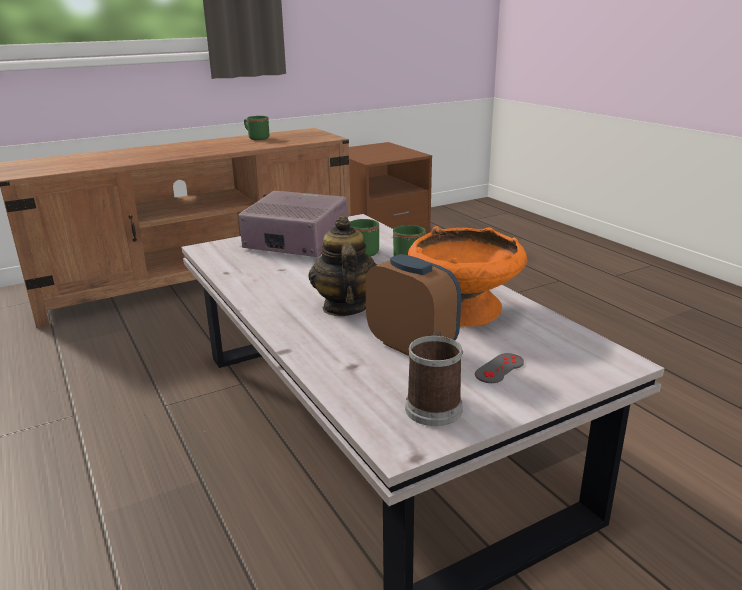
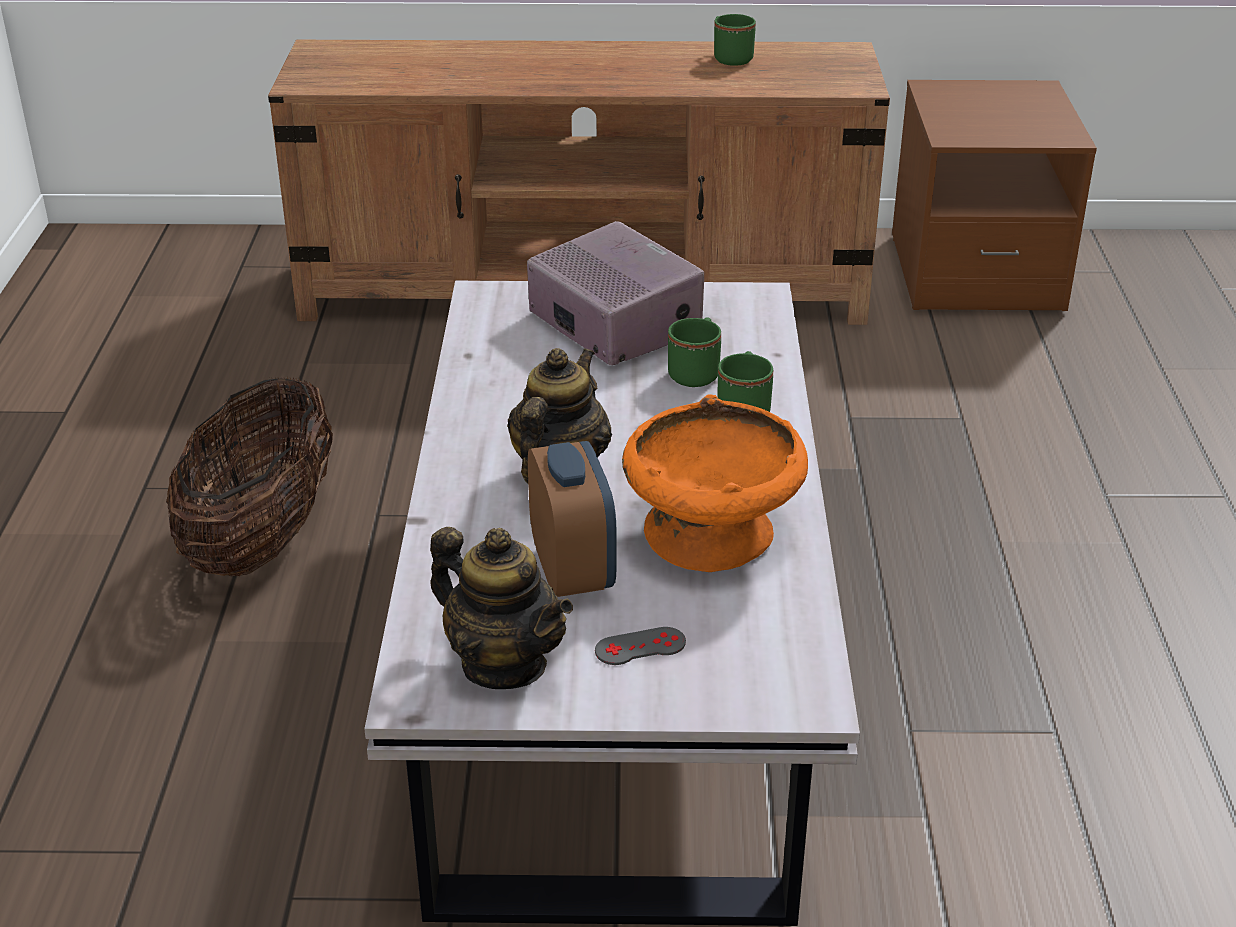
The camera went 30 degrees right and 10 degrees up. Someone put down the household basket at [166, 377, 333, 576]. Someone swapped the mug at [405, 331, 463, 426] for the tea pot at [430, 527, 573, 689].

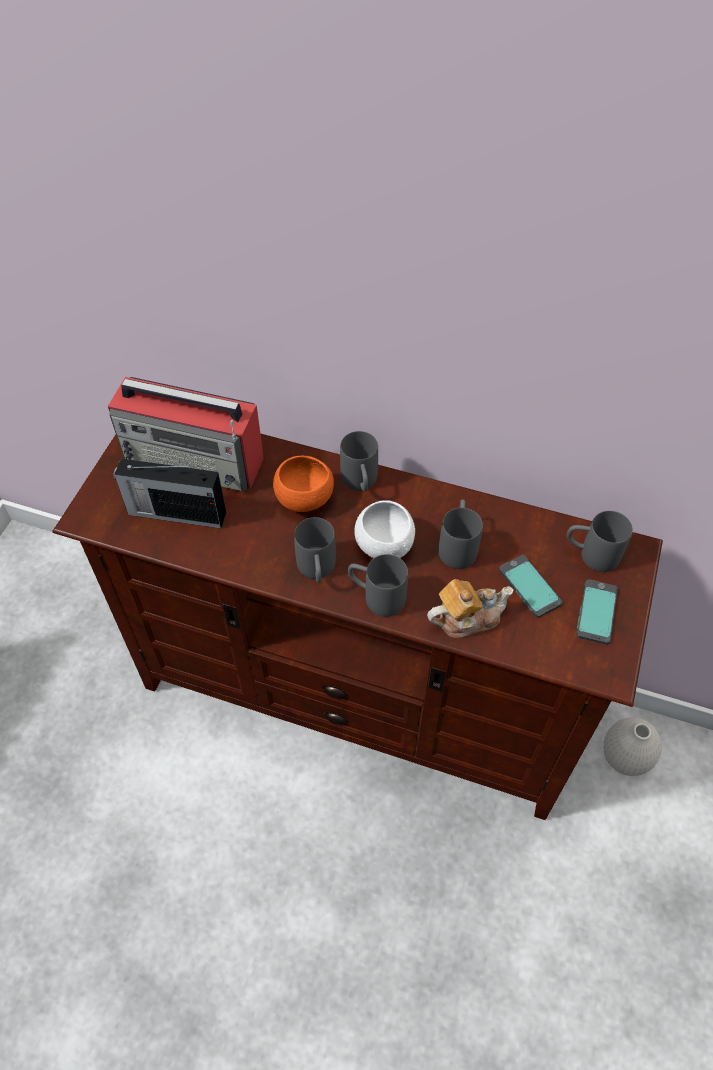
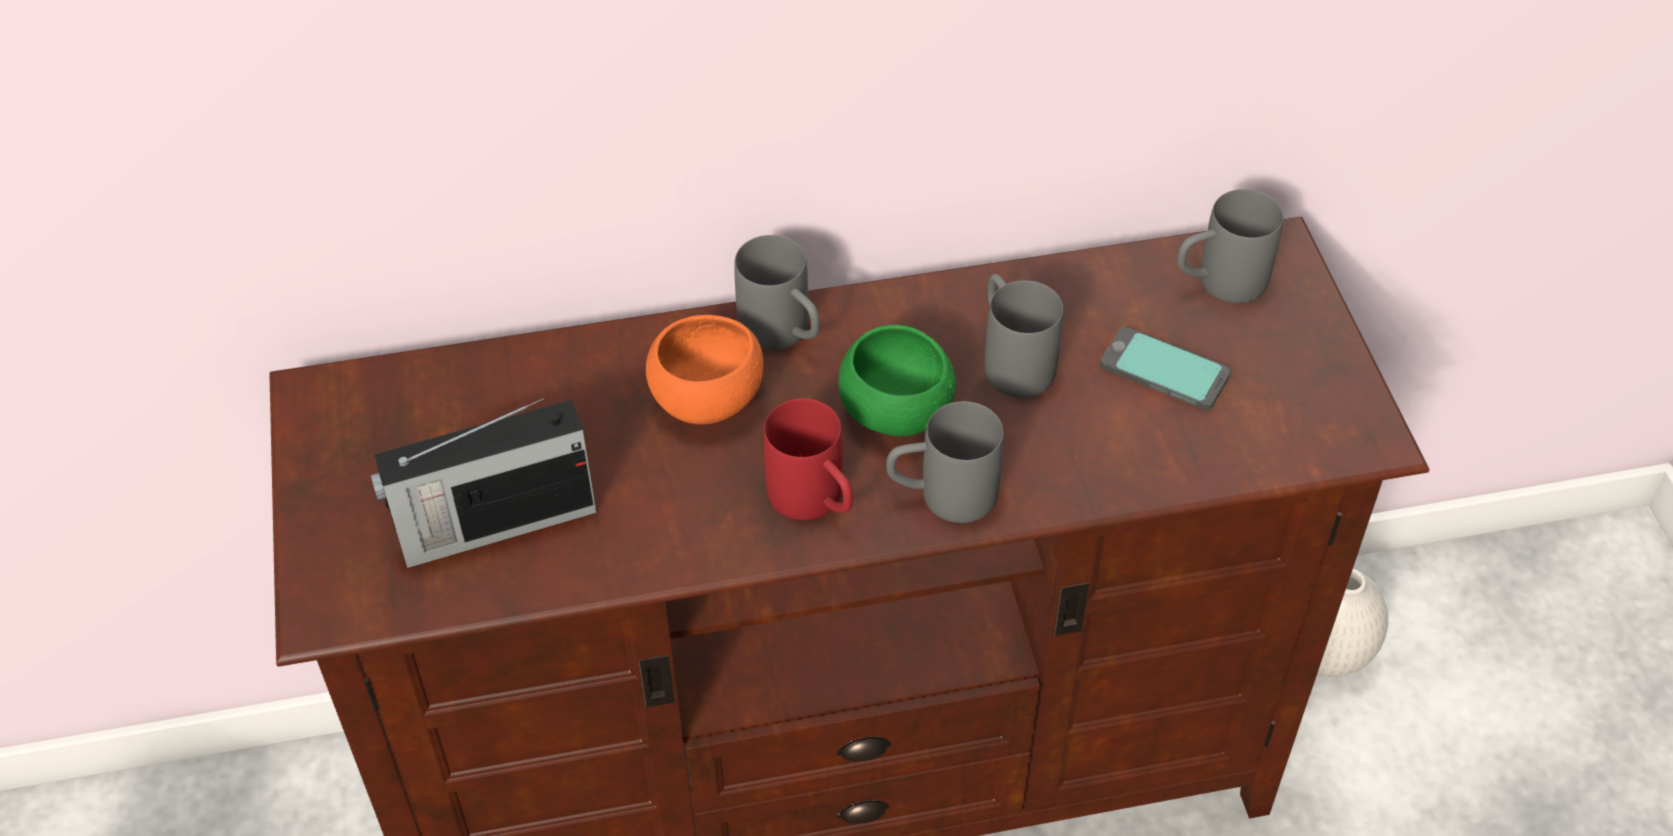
The camera went 30 degrees left and 5 degrees down. Someone repainted the greyish mug at [294, 517, 336, 583], which became the reddish mug at [764, 399, 853, 520]. Someone repainted the white-coloured deep dish at [354, 500, 415, 558], which became the green-coloured deep dish at [838, 325, 956, 436]. Someone took away the radio at [108, 377, 264, 492]. Someone took away the tea pot at [427, 579, 514, 638]. Someone took away the phone at [577, 579, 618, 645].

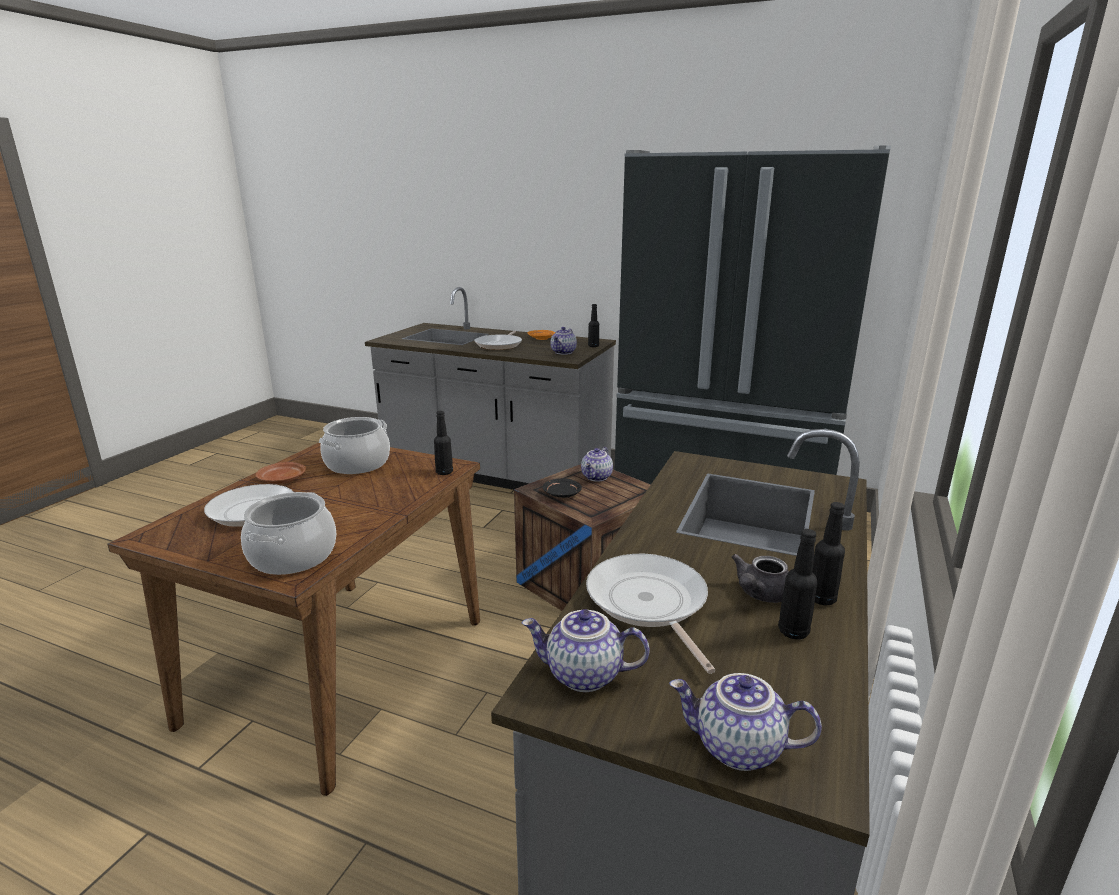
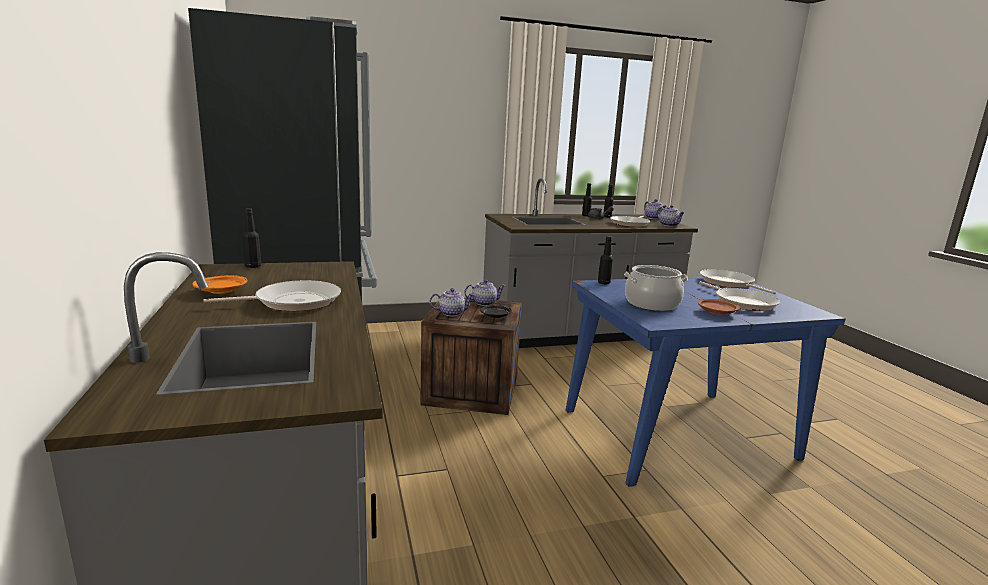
The camera went 130 degrees left and 5 degrees down. Someone carried the tea pot from [550, 327, 577, 355] to [464, 279, 506, 306]. Someone repainted the brown kitchen table at [107, 443, 480, 796], which became the blue-coloured kitchen table at [566, 277, 845, 486]. Someone swapped the stockpot at [241, 492, 336, 575] for the frying pan at [700, 269, 776, 294].

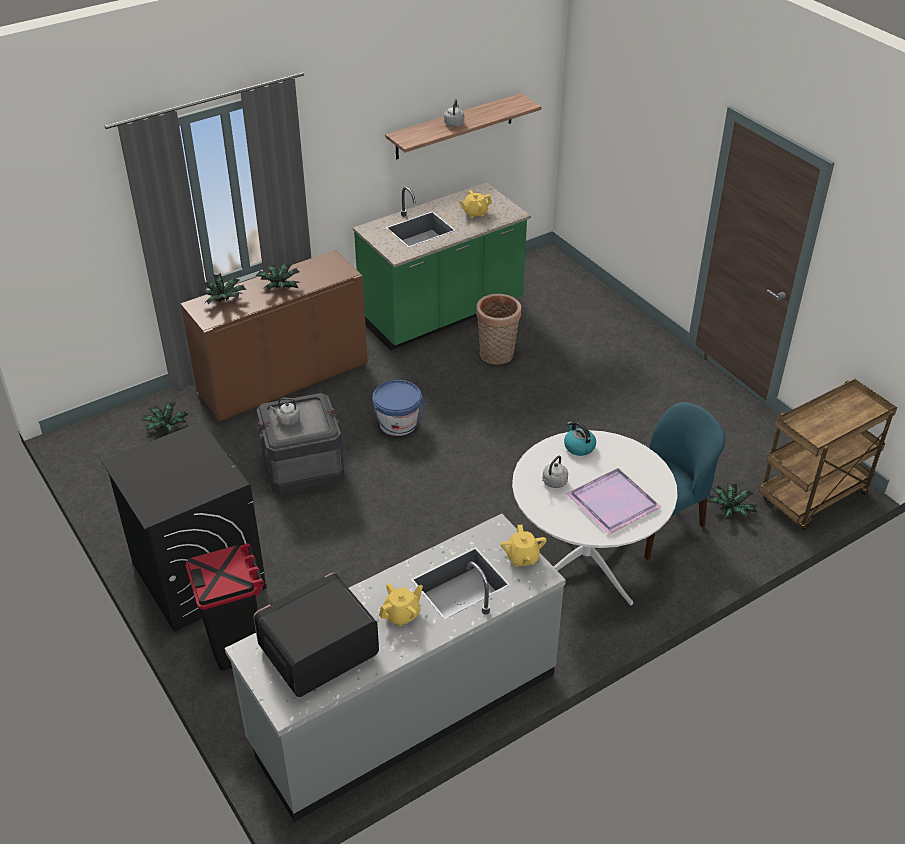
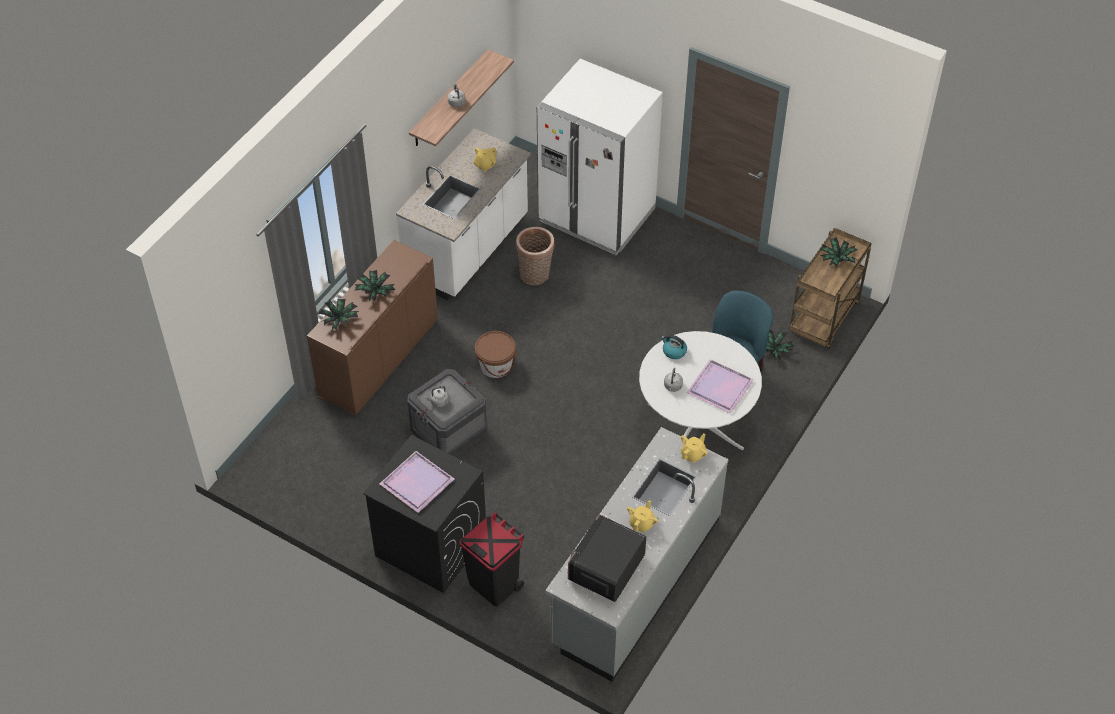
The camera went 25 degrees left and 10 degrees up. Someone put down the purple-coloured tray at [380, 451, 454, 513]. Someone repainted the green-coloured kitchen base unit at [353, 182, 531, 351], which became the white-coloured kitchen base unit at [396, 128, 531, 300]. Someone repainted the blue-coloured bucket at [372, 380, 425, 436], which became the brown bucket at [475, 331, 516, 378]. Someone put down the white-coloured refrigerator at [537, 59, 663, 255]. Someone rotated the yellowish tea pot at [501, 525, 547, 566] by 105 degrees counterclockwise. Someone carried the houseplant from [141, 402, 189, 434] to [819, 237, 858, 267].

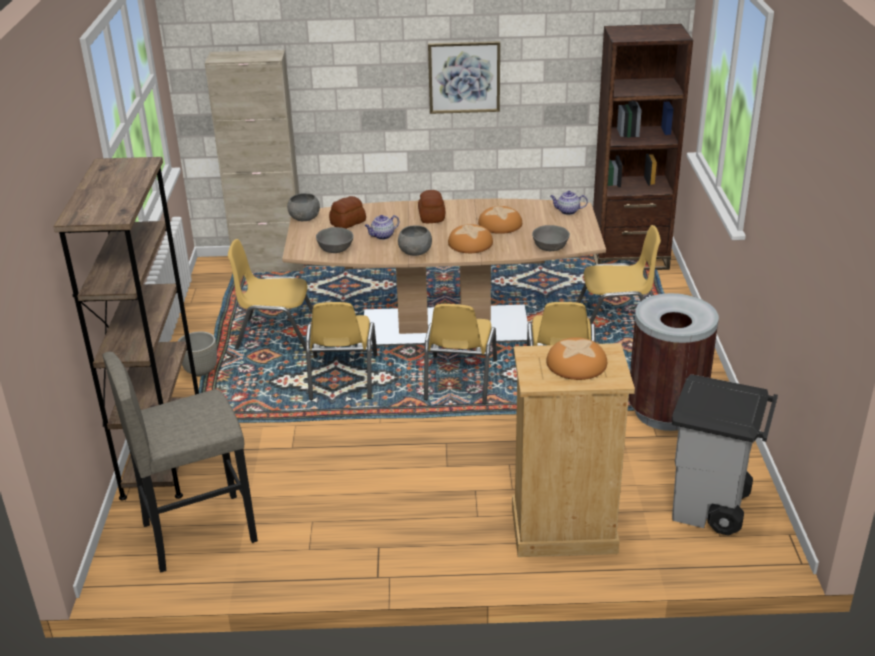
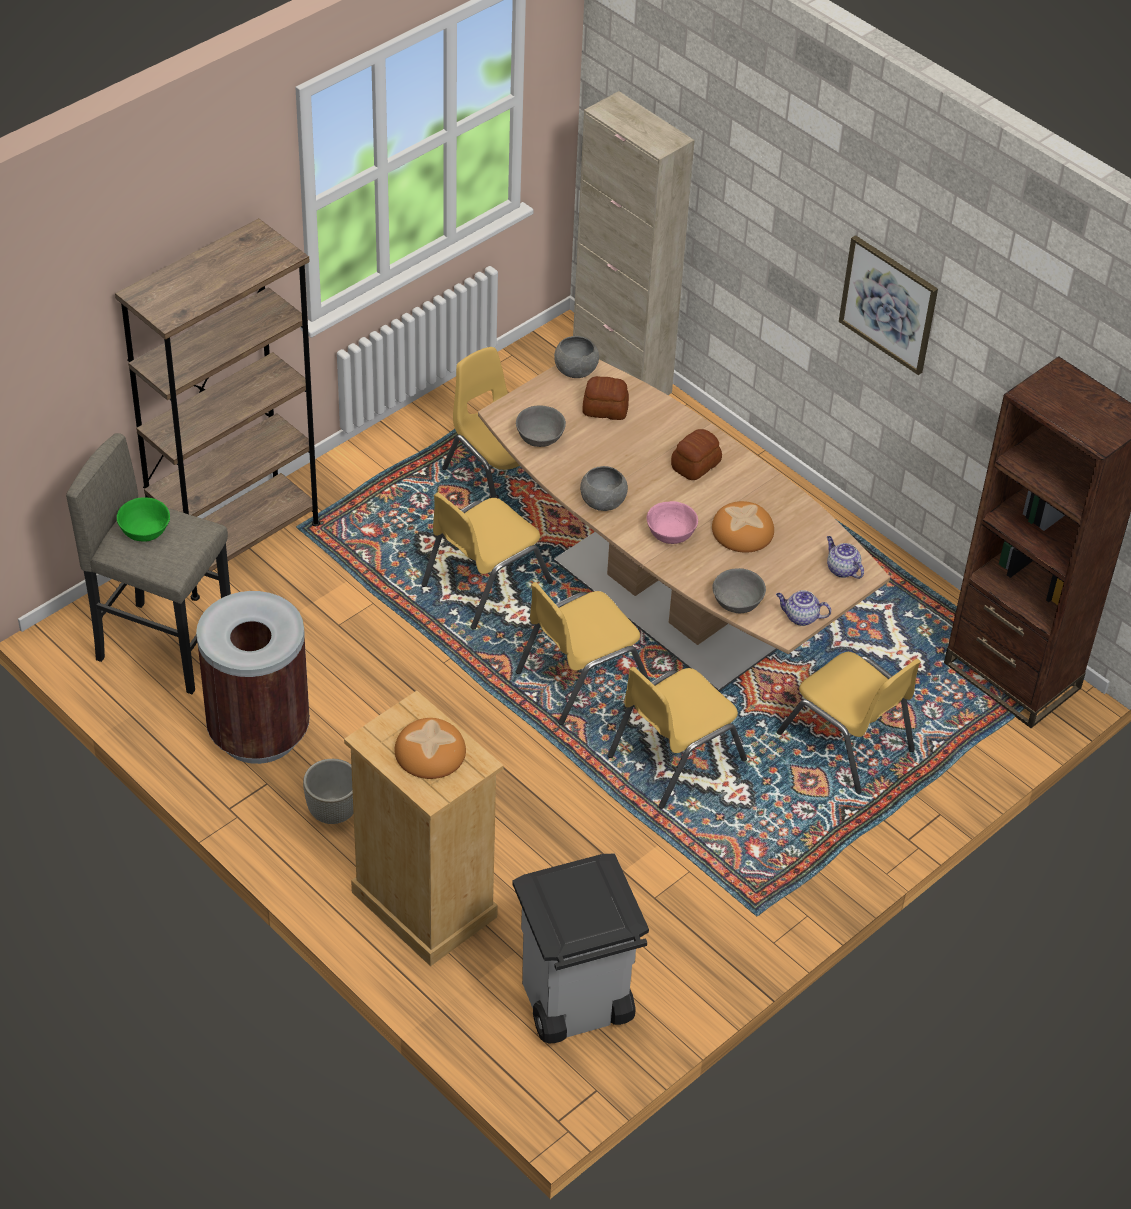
The camera went 45 degrees right and 15 degrees up. Someone put down the green-coloured deep dish at [117, 497, 170, 542]. Someone carried the brown rubbish bin from [629, 293, 719, 431] to [196, 591, 310, 764]. Someone carried the greyish planter from [177, 331, 217, 376] to [303, 759, 354, 824]. Someone swapped the bakery bread at [448, 224, 493, 253] for the pink deep dish at [647, 501, 698, 544]. Someone carried the tea pot from [365, 215, 399, 240] to [776, 590, 831, 626].

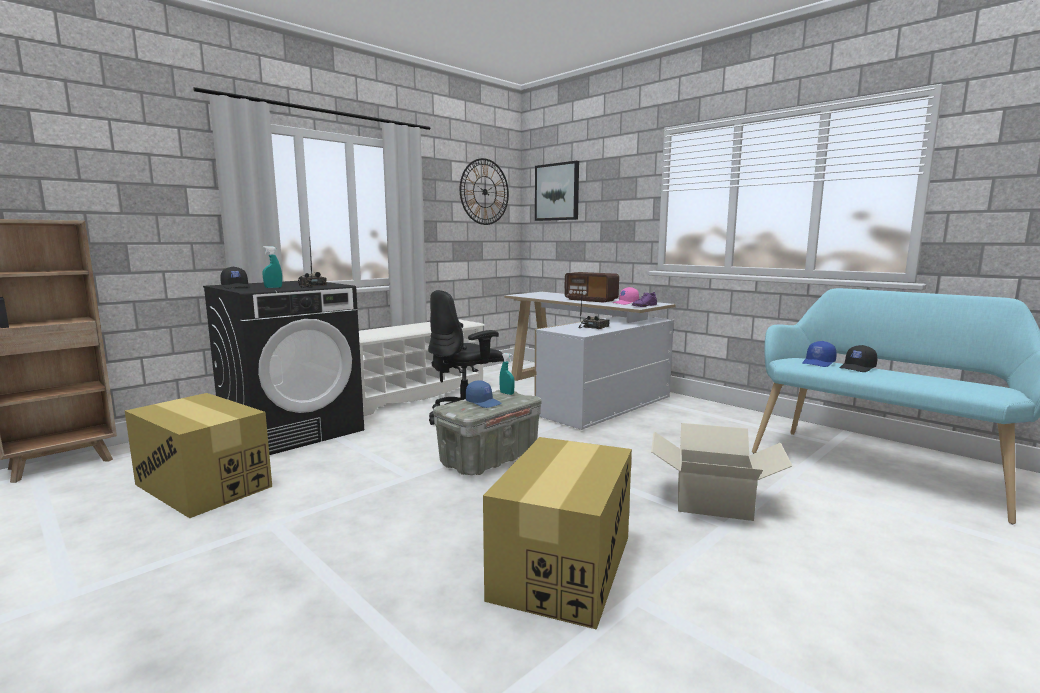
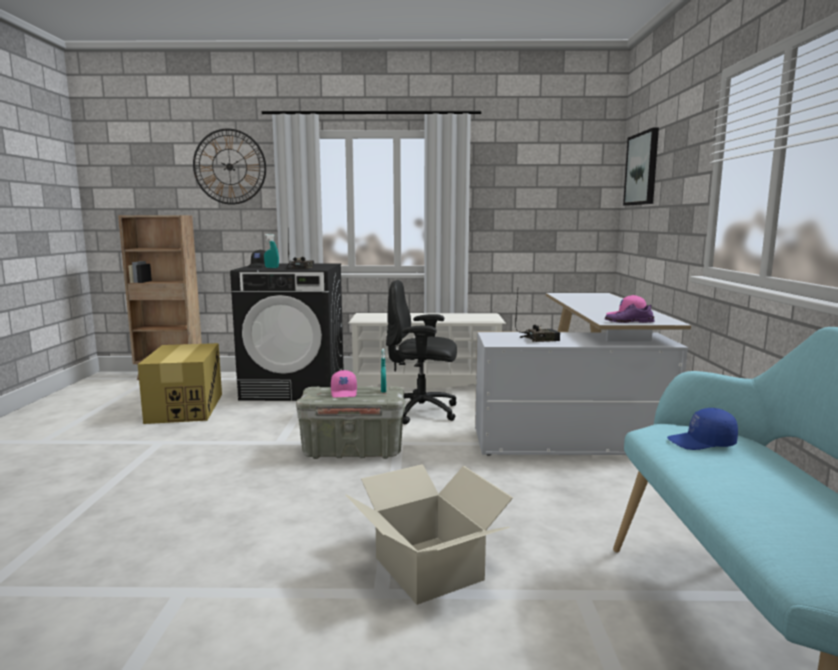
The camera went 45 degrees right and 0 degrees up. Someone carried the wall clock from [460, 158, 509, 225] to [193, 128, 266, 205]. Someone repainted the blue-coloured baseball cap at [466, 380, 502, 408], which became the pink baseball cap at [331, 370, 357, 398]. Someone took away the carton at [483, 437, 632, 630]. Someone took away the radio at [564, 272, 619, 303]. Someone took away the black-coloured baseball cap at [840, 345, 877, 372].

